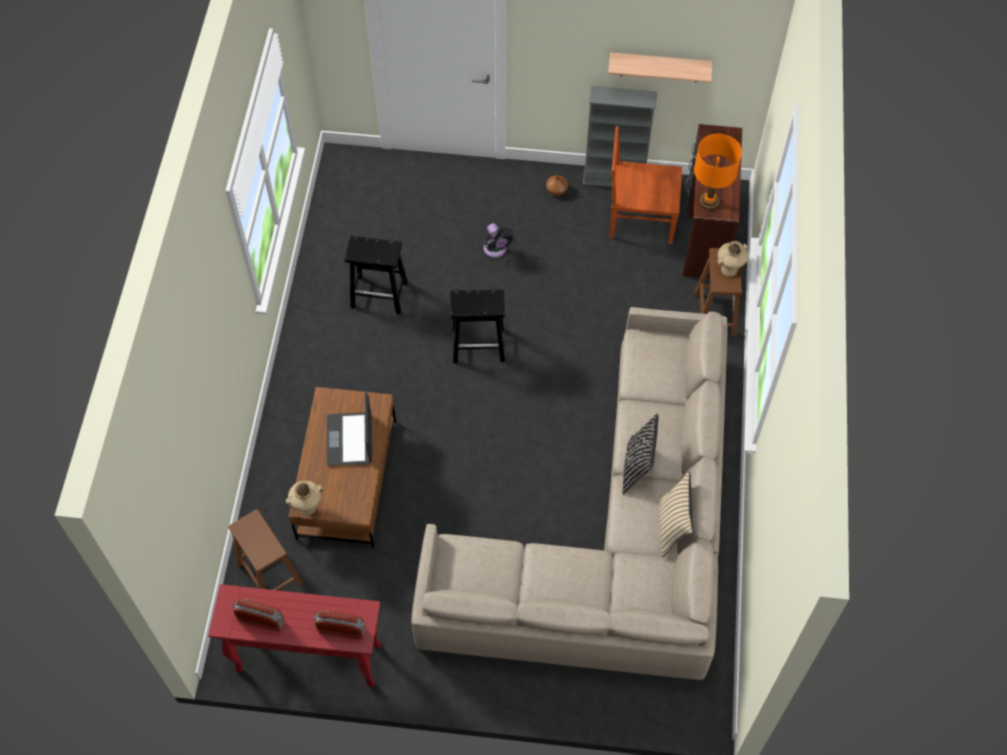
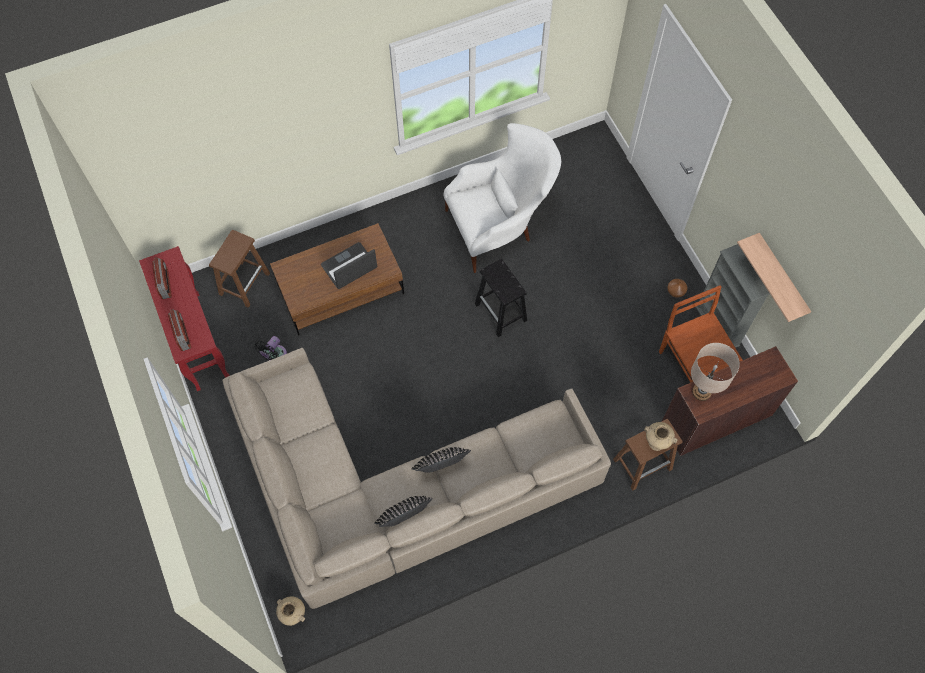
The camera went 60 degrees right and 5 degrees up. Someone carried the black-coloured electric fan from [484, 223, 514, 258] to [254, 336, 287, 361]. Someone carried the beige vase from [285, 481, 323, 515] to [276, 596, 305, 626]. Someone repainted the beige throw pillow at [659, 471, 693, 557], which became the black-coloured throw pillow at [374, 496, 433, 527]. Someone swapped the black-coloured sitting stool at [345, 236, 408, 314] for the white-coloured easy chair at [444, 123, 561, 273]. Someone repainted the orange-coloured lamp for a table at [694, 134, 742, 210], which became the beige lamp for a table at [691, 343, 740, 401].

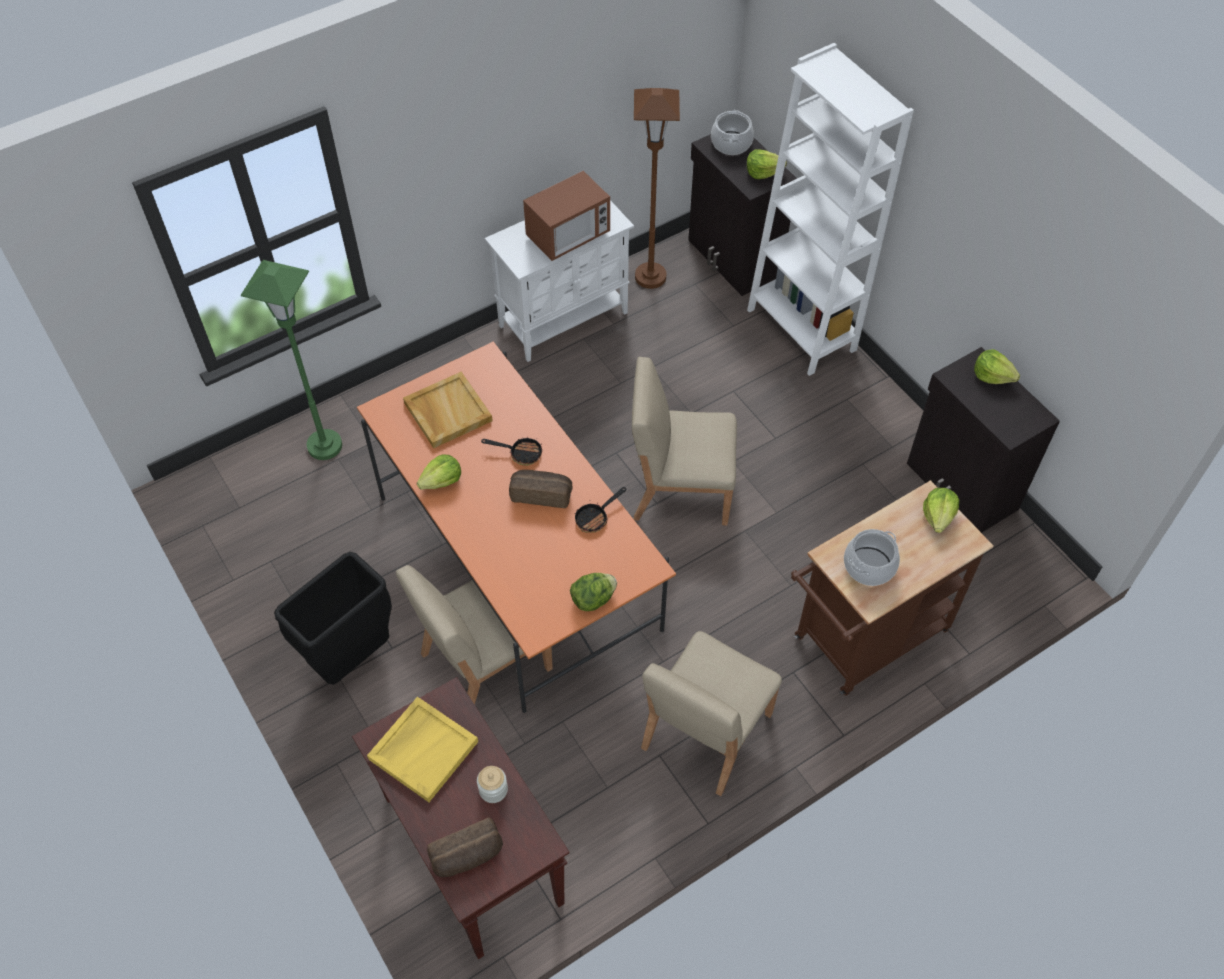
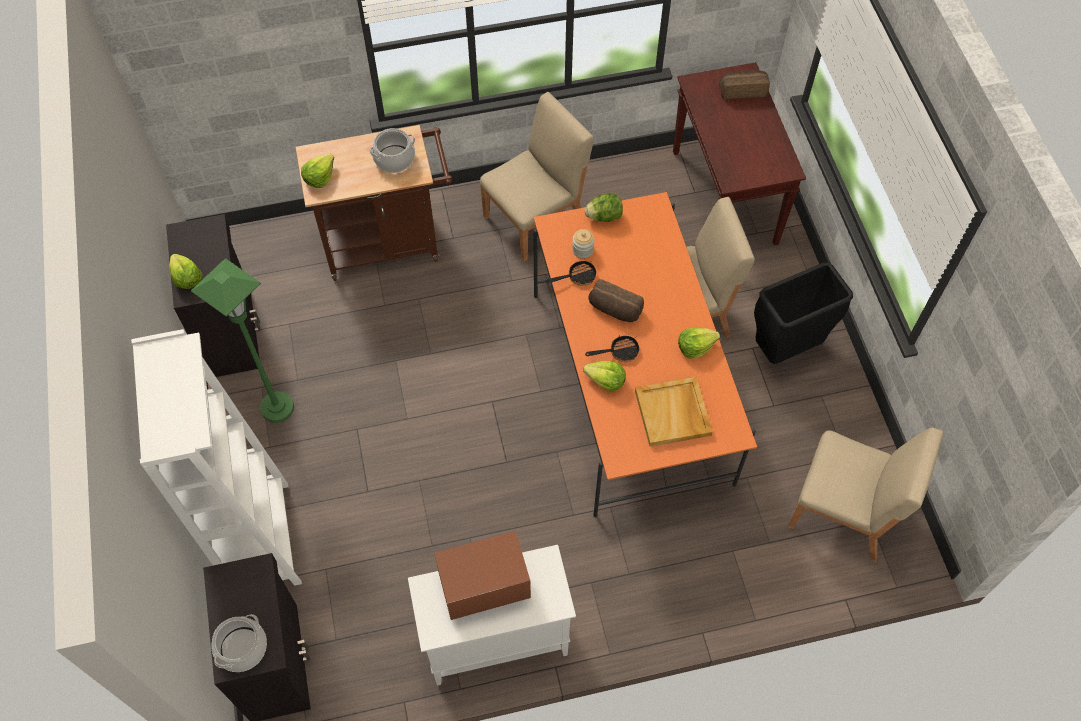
The camera went 160 degrees left and 5 degrees up. Someone carried the green-coloured standard lamp from [241, 260, 342, 460] to [191, 258, 294, 423]. Someone carried the jar from [477, 766, 508, 803] to [572, 229, 594, 259]. Someone carried the head of lettuce from [746, 149, 787, 179] to [583, 361, 626, 391]. Someone rotated the frying pan at [481, 437, 542, 466] by 135 degrees clockwise. Someone carried the beige chair from [632, 357, 737, 525] to [788, 428, 944, 562]. Someone took away the yellowish tray at [367, 697, 478, 802]. Someone took away the brown standard lamp at [634, 88, 680, 289].

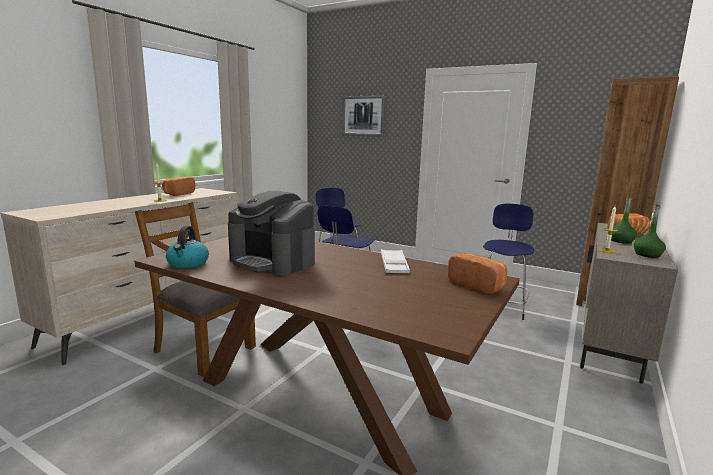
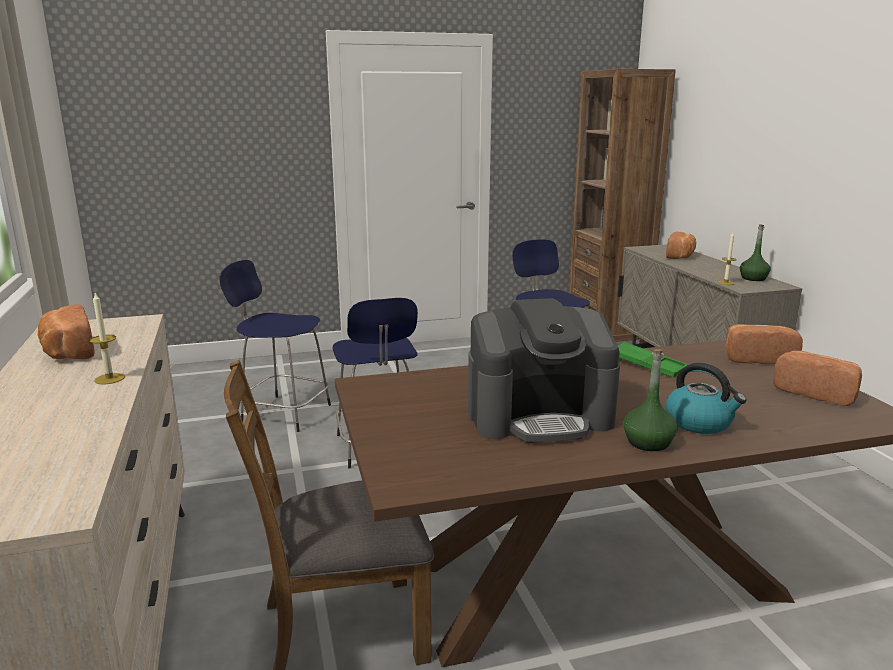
The camera went 45 degrees left and 5 degrees up. Someone repainted the white-coloured tray at [381, 249, 410, 273], which became the green-coloured tray at [618, 342, 688, 377]. Someone carried the green-coloured drink bottle from [611, 196, 637, 244] to [623, 349, 678, 451]. Someone carried the water kettle from [166, 226, 209, 268] to [666, 363, 747, 434]. Someone put down the bakery bread at [773, 351, 862, 406]. Someone took away the wall picture at [342, 95, 385, 137].

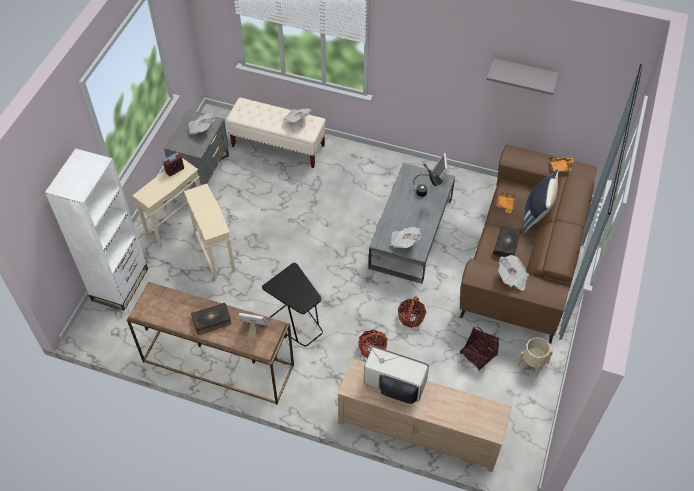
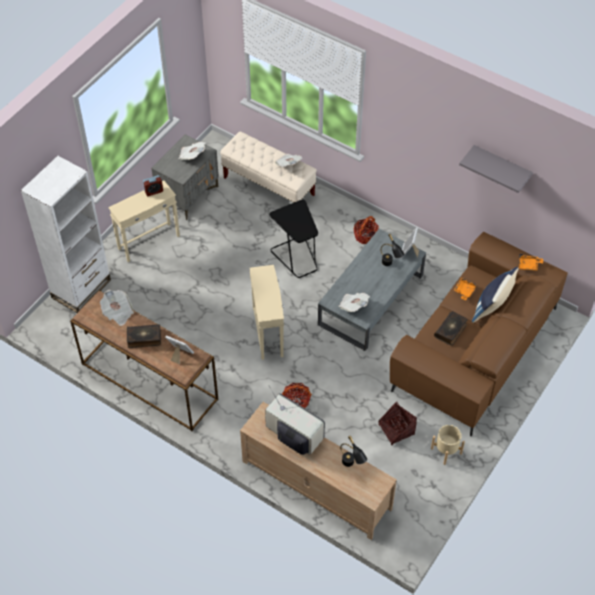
The camera went 15 degrees right and 0 degrees up. Someone carried the newspaper from [498, 255, 529, 291] to [100, 290, 134, 326]. Someone carried the beige end table from [184, 184, 235, 279] to [250, 265, 284, 360]. Someone carried the black-coloured end table from [262, 263, 323, 346] to [269, 199, 318, 278]. Someone put down the black-coloured lamp for a table at [340, 436, 367, 467]. Someone carried the household basket from [398, 296, 426, 328] to [354, 216, 379, 244].

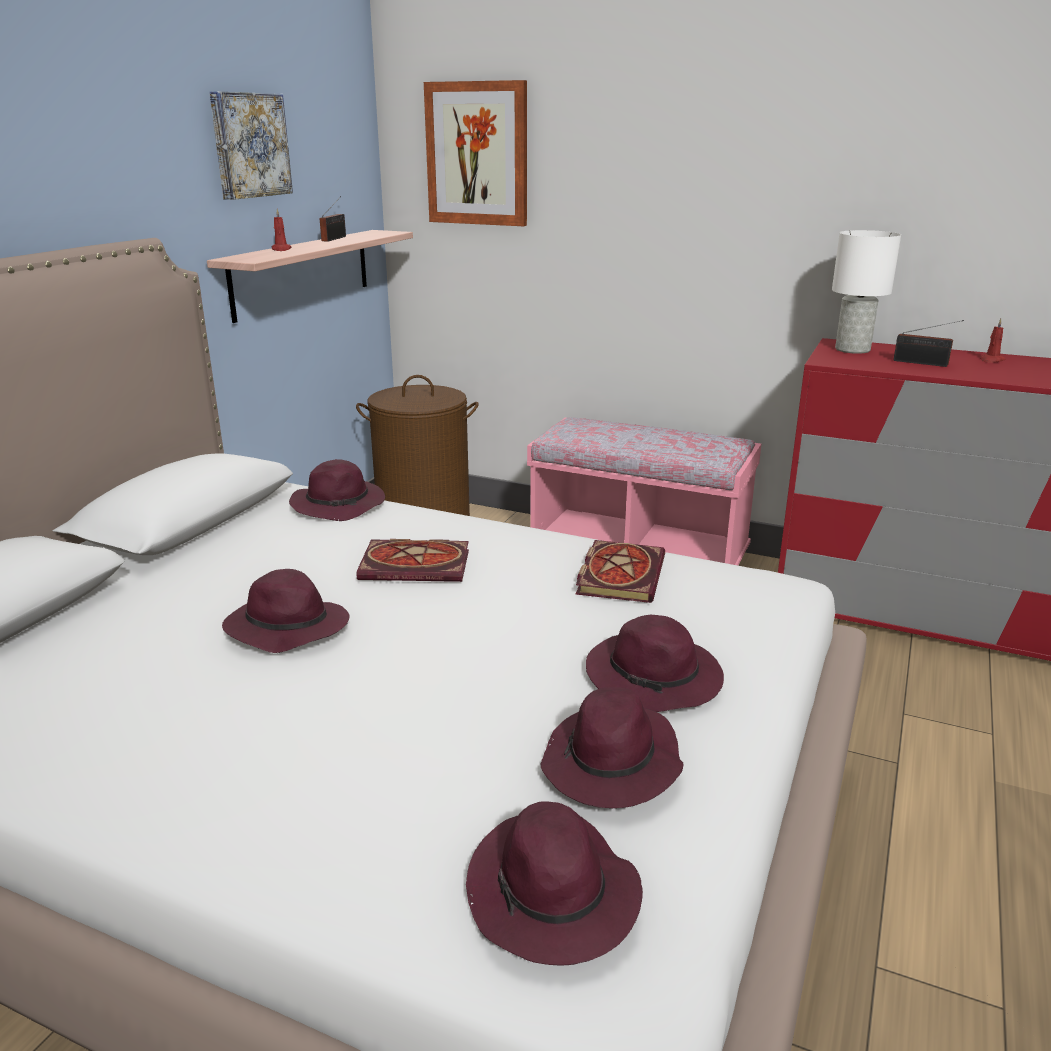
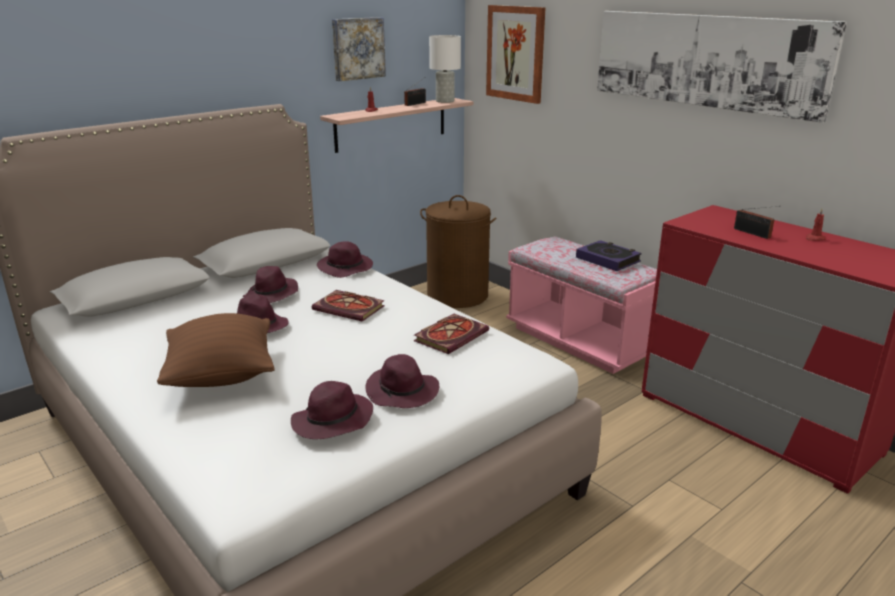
The camera went 25 degrees right and 0 degrees up. Someone put down the brown throw pillow at [157, 313, 274, 387]. Someone carried the purple-coloured hat from [466, 801, 643, 965] to [243, 266, 298, 303]. Someone carried the white-coloured lamp for a table from [832, 230, 901, 354] to [429, 35, 461, 103]. Someone put down the book at [576, 240, 642, 271]. Someone put up the wall picture at [597, 11, 847, 123].

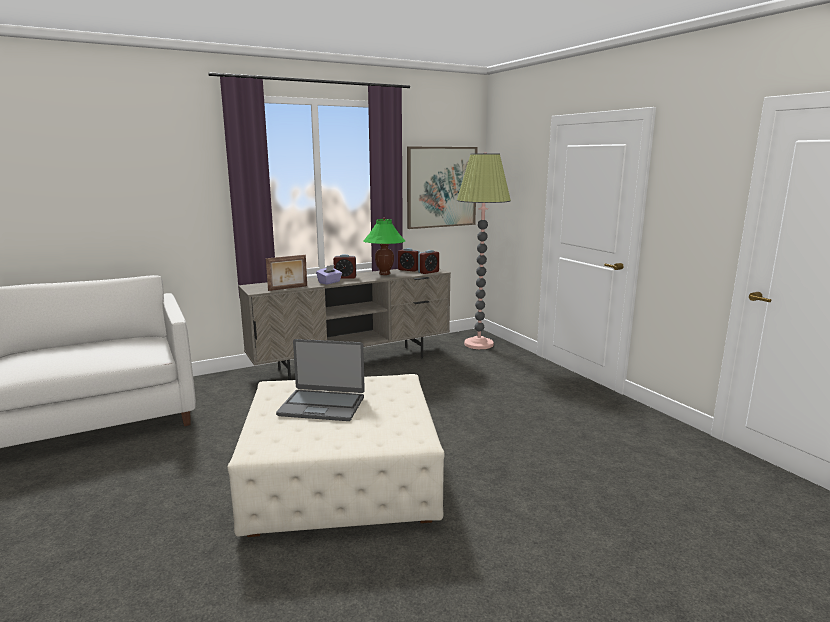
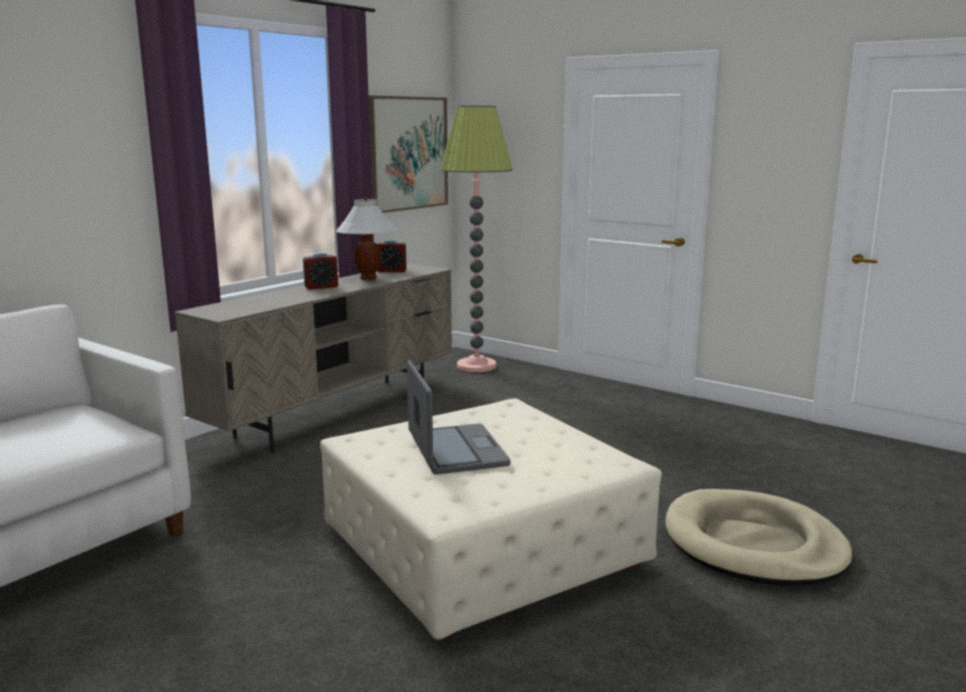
The camera went 25 degrees left and 0 degrees up. Someone repainted the green-coloured lamp for a table at [363, 218, 405, 275], which became the white-coloured lamp for a table at [336, 197, 397, 280]. Someone rotated the portable computer at [276, 339, 365, 421] by 90 degrees counterclockwise. Someone put down the beige dog bed at [665, 489, 853, 586]. Someone took away the standing frame at [266, 255, 307, 291]. Someone took away the purple-coloured tissue holder at [316, 265, 342, 285]. Someone took away the alarm clock at [418, 250, 439, 274].

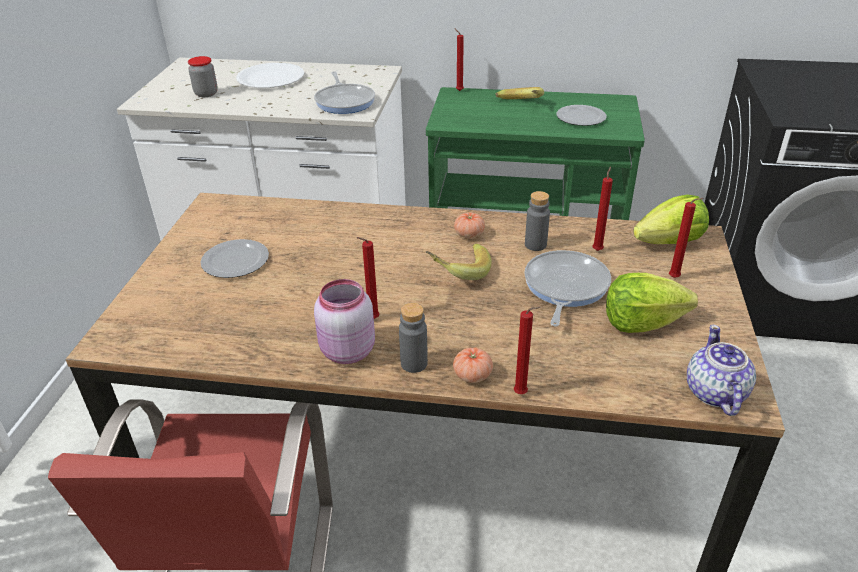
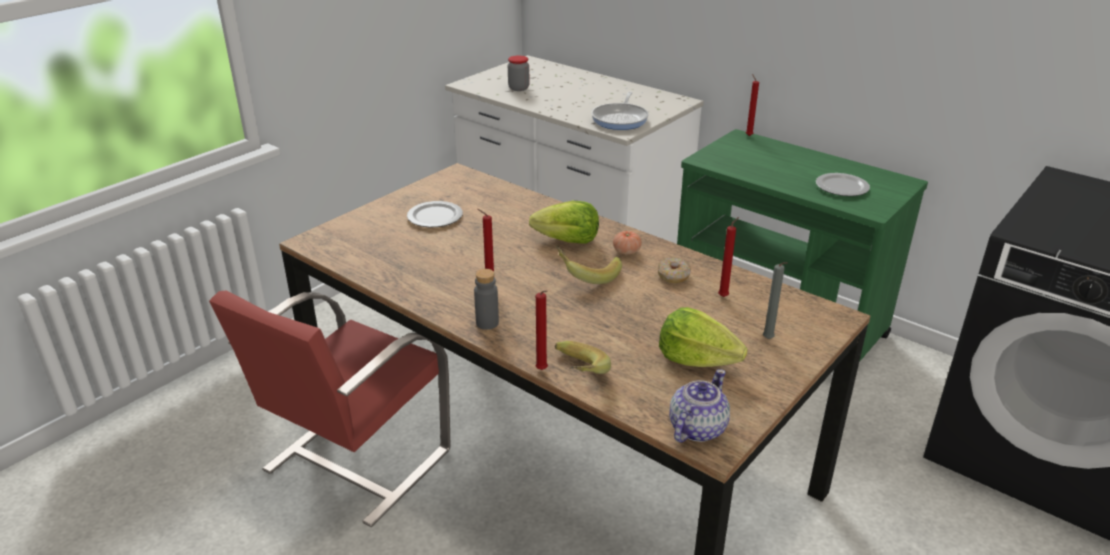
The camera went 30 degrees right and 5 degrees down. Someone carried the head of lettuce from [633, 195, 709, 244] to [529, 201, 599, 244]. Someone carried the whole banana from [495, 87, 544, 99] to [555, 341, 611, 374]. Someone swapped the greyish drink bottle at [525, 191, 550, 251] for the doughnut at [658, 257, 691, 283]. Someone repainted the reddish wax light at [669, 198, 704, 278], which became the greyish wax light at [763, 262, 788, 339]. Someone took away the white-coloured plate at [236, 63, 304, 88]. Someone took away the pink jar at [314, 279, 375, 364]. Someone took away the whole tomato at [453, 348, 493, 383]. Someone took away the frying pan at [524, 250, 611, 326].

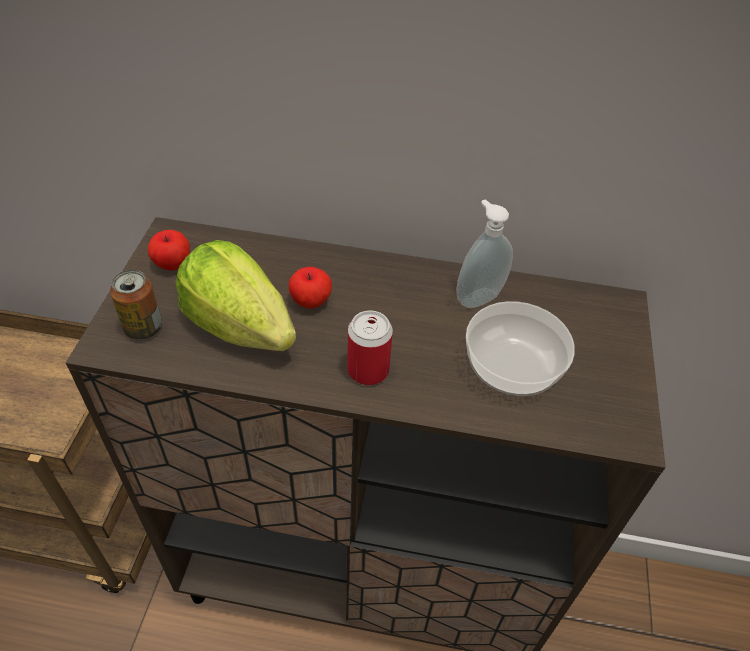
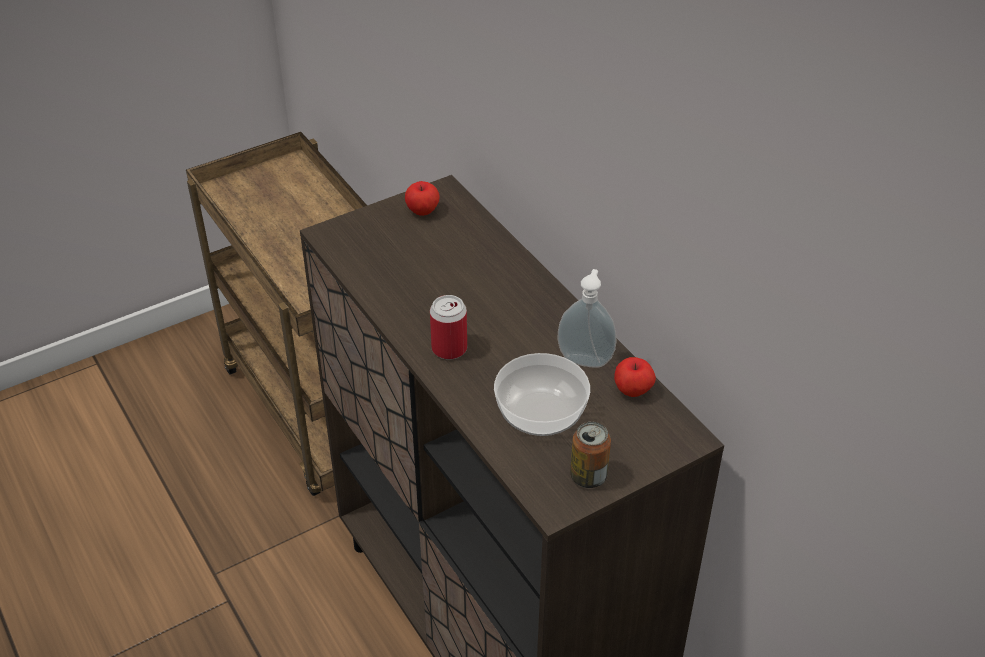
The camera went 50 degrees right and 5 degrees down. Someone carried the sealed can from [110, 270, 162, 340] to [570, 422, 611, 488]. Someone carried the whole apple from [289, 267, 332, 308] to [614, 357, 656, 397]. Someone took away the head of lettuce at [175, 240, 296, 351].

